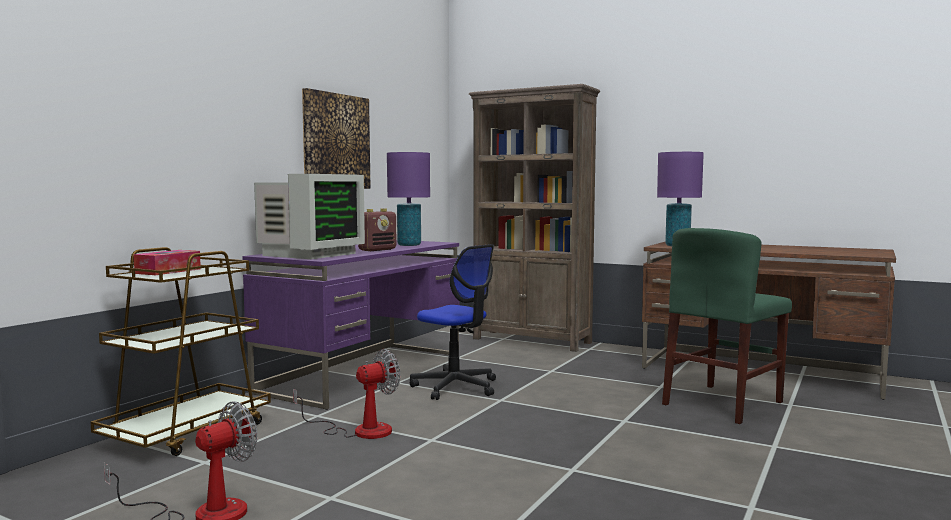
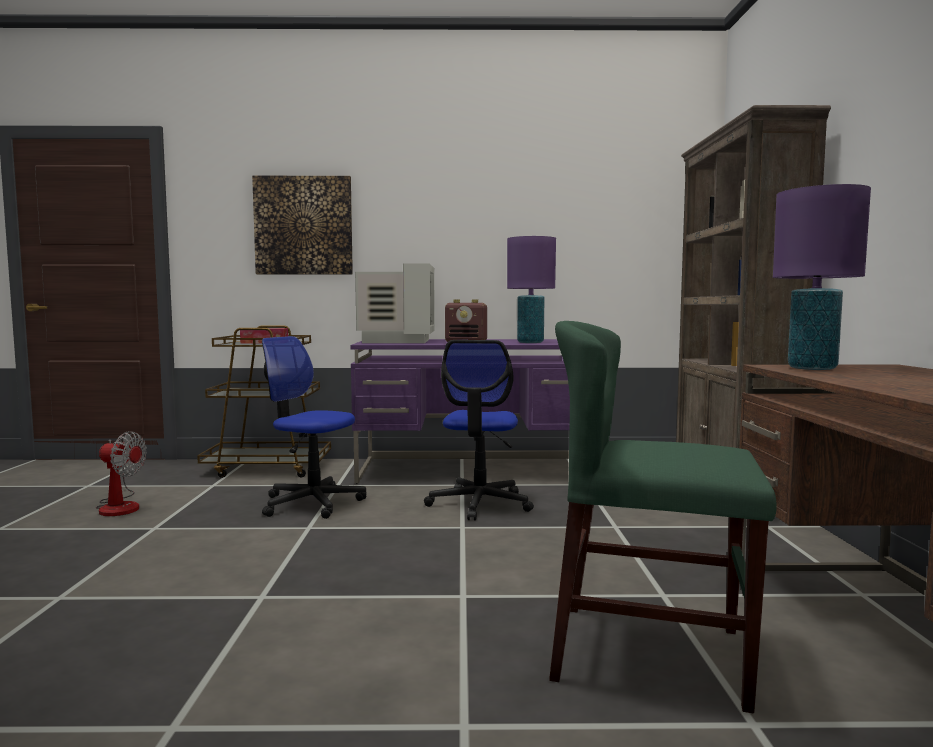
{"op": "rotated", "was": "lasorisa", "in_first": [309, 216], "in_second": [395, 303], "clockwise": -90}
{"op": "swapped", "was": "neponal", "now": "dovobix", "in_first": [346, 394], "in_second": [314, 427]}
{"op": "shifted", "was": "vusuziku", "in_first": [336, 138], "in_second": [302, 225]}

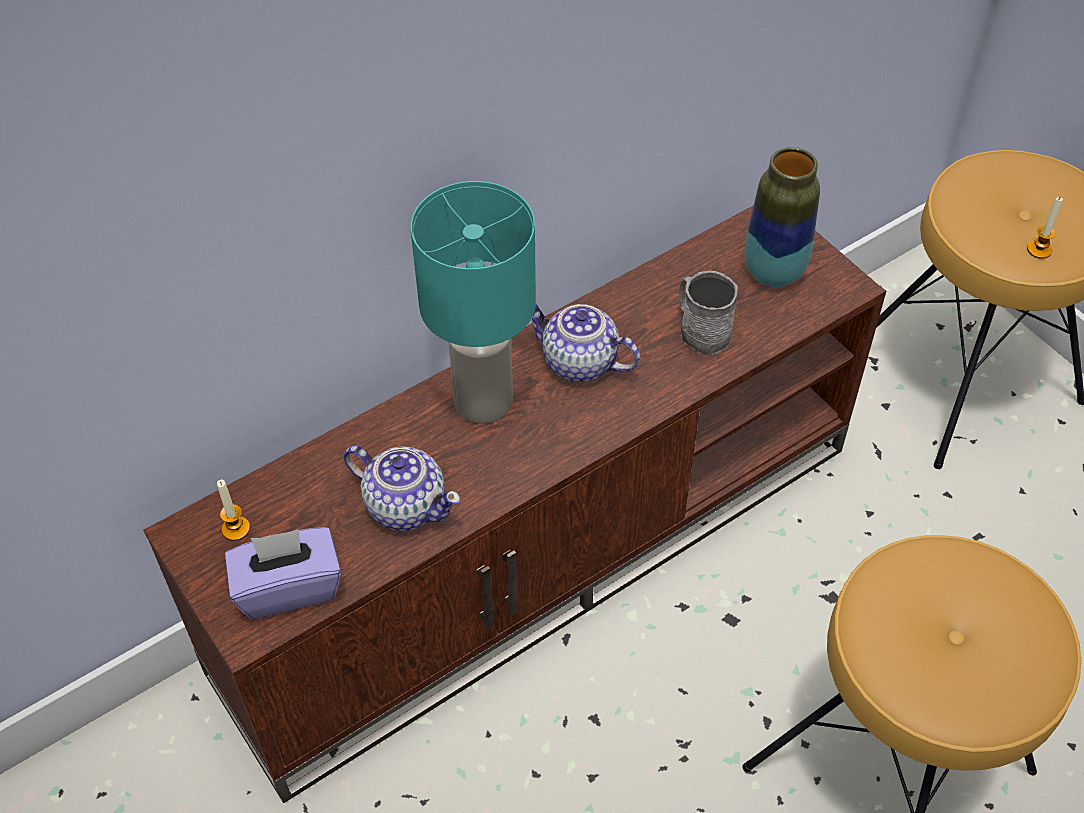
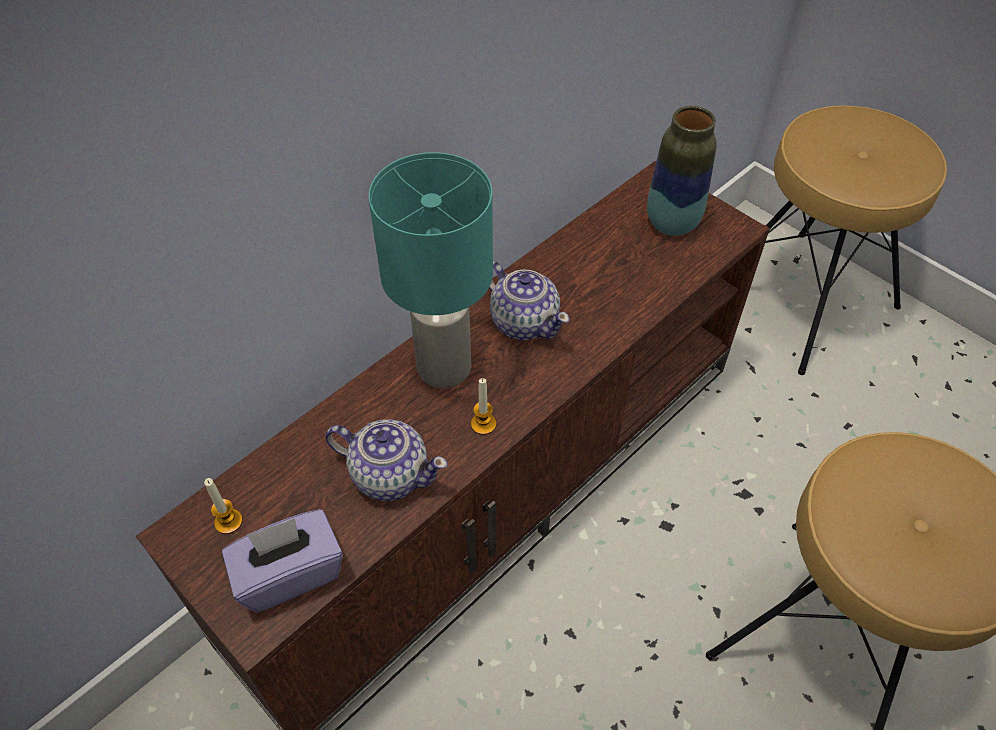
{"op": "rotated", "was": "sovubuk", "in_first": [586, 343], "in_second": [529, 300], "clockwise": -150}
{"op": "gone", "was": "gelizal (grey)", "in_first": [708, 313]}
{"op": "shifted", "was": "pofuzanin", "in_first": [1045, 228], "in_second": [483, 406]}

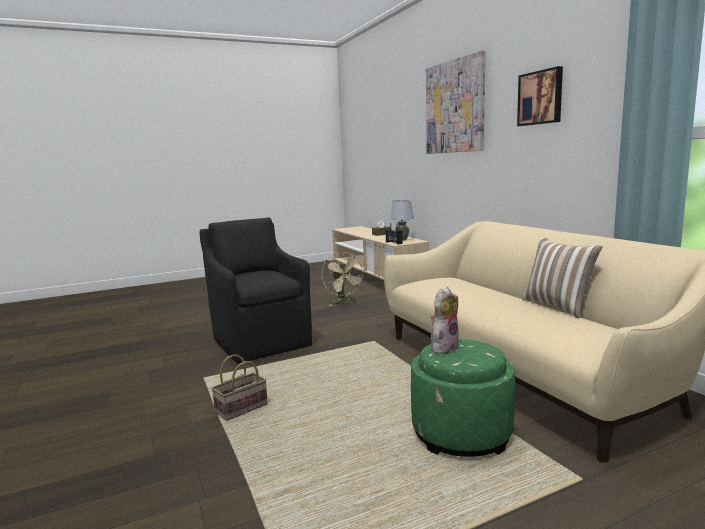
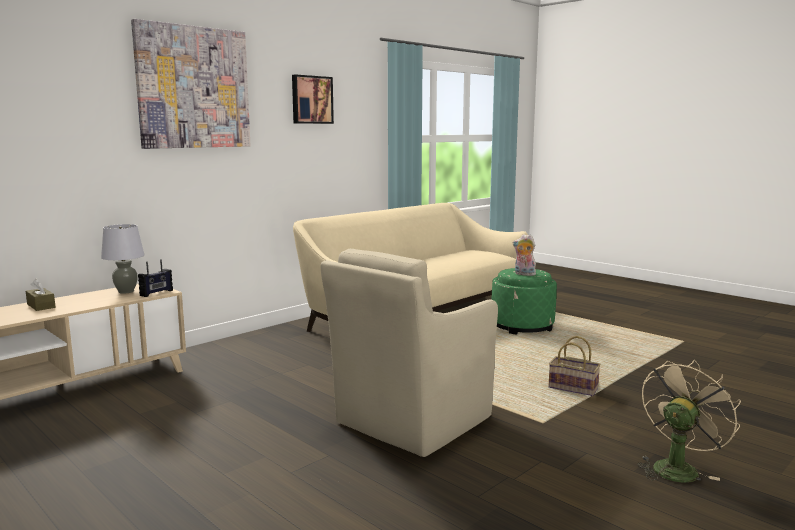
{"op": "repainted", "was": "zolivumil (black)", "now": "zolivumil (beige)", "in_first": [256, 290], "in_second": [409, 353]}
{"op": "shifted", "was": "neponal (beige)", "in_first": [343, 279], "in_second": [689, 421]}
{"op": "gone", "was": "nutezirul", "in_first": [563, 277]}

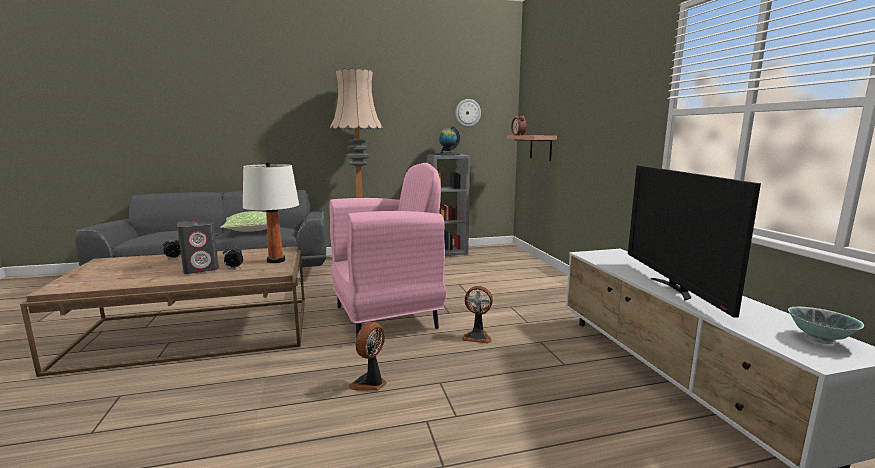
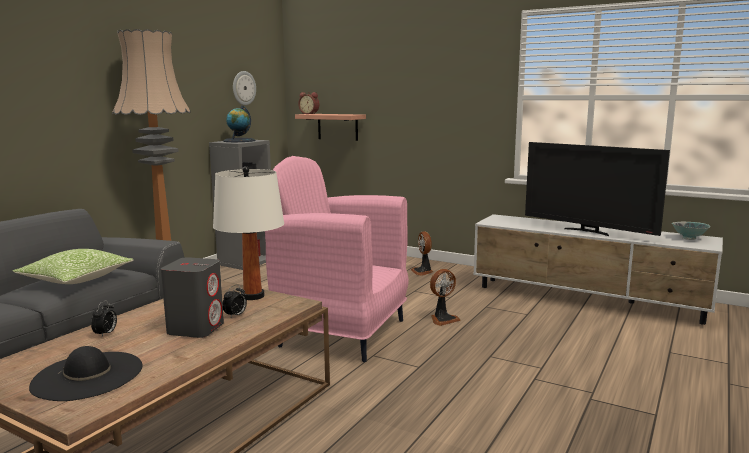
{"op": "rotated", "was": "zolivumil (pink)", "in_first": [387, 250], "in_second": [337, 259], "clockwise": -90}
{"op": "shifted", "was": "neponal", "in_first": [368, 356], "in_second": [422, 253]}
{"op": "new", "now": "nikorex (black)", "in_second": [86, 373]}

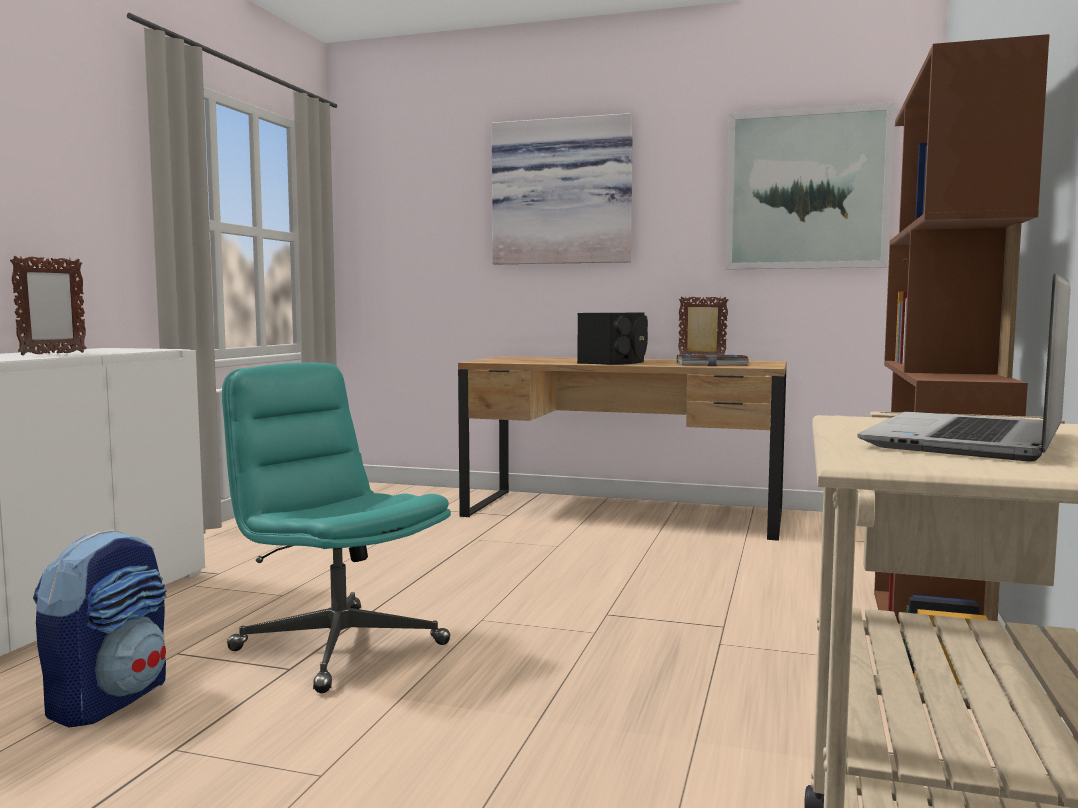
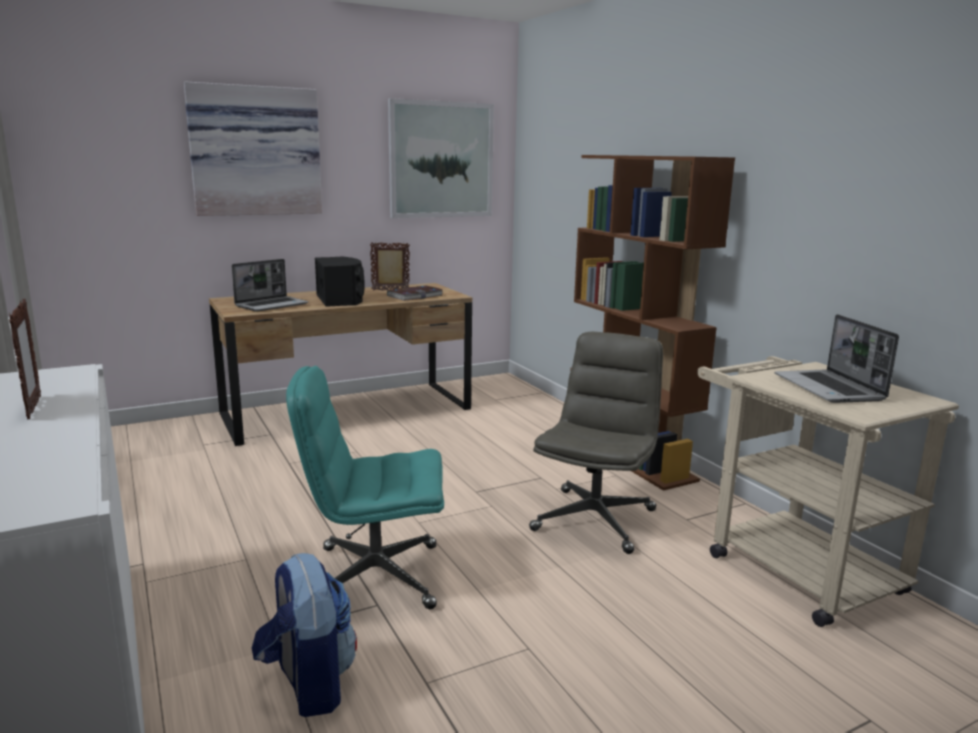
{"op": "new", "now": "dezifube", "in_second": [270, 285]}
{"op": "new", "now": "dovobix (grey)", "in_second": [596, 443]}

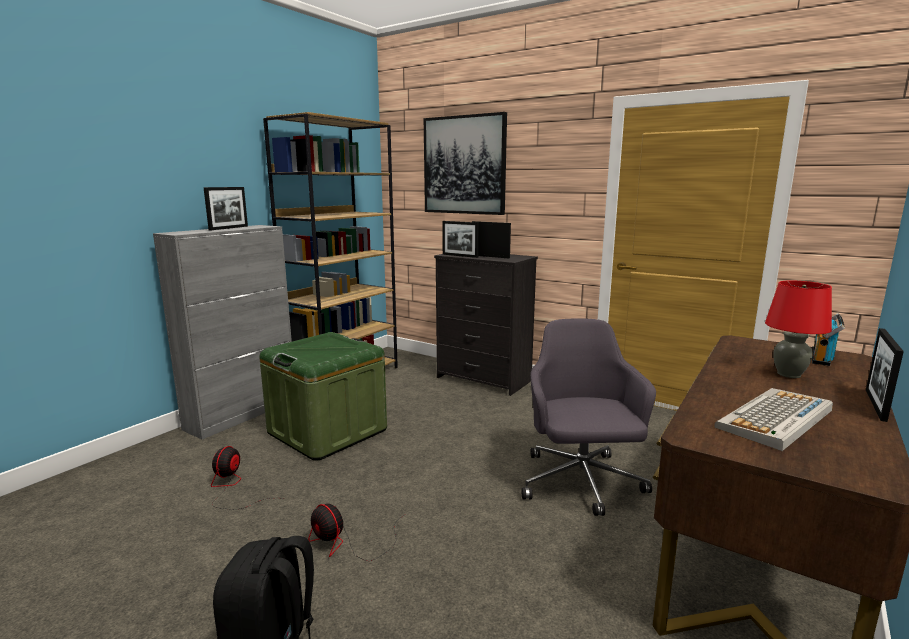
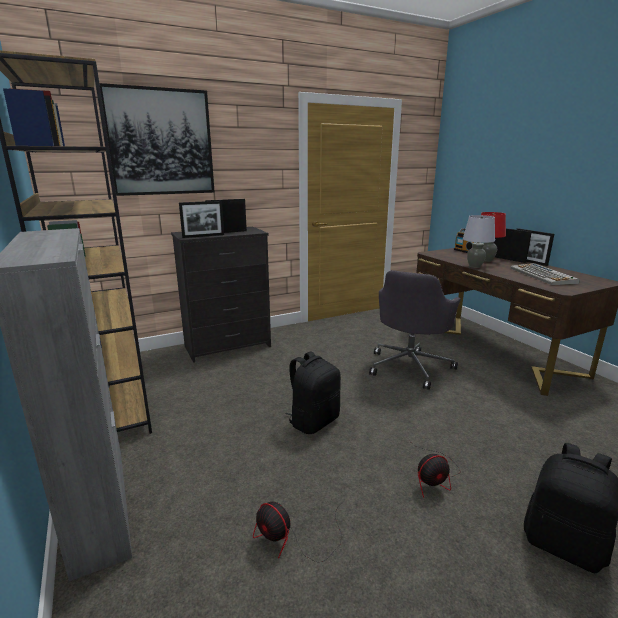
{"op": "shifted", "was": "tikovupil", "in_first": [226, 208], "in_second": [513, 245]}
{"op": "gone", "was": "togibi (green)", "in_first": [323, 396]}
{"op": "rotated", "was": "dovobix (grey)", "in_first": [589, 417], "in_second": [415, 330], "clockwise": -90}
{"op": "new", "now": "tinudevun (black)", "in_second": [313, 392]}
{"op": "new", "now": "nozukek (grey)", "in_second": [479, 241]}

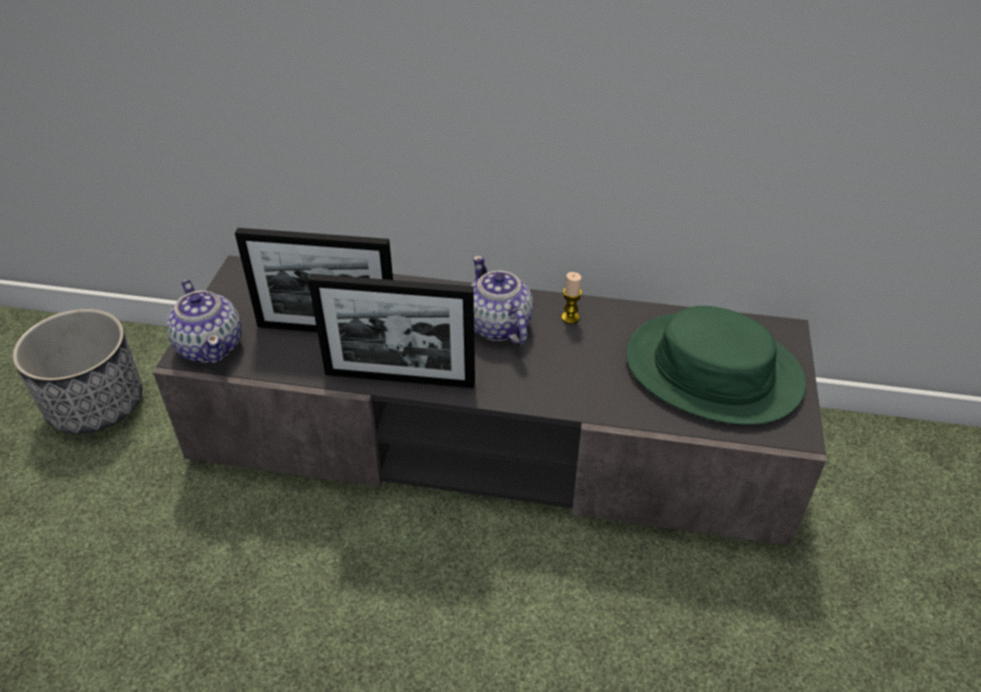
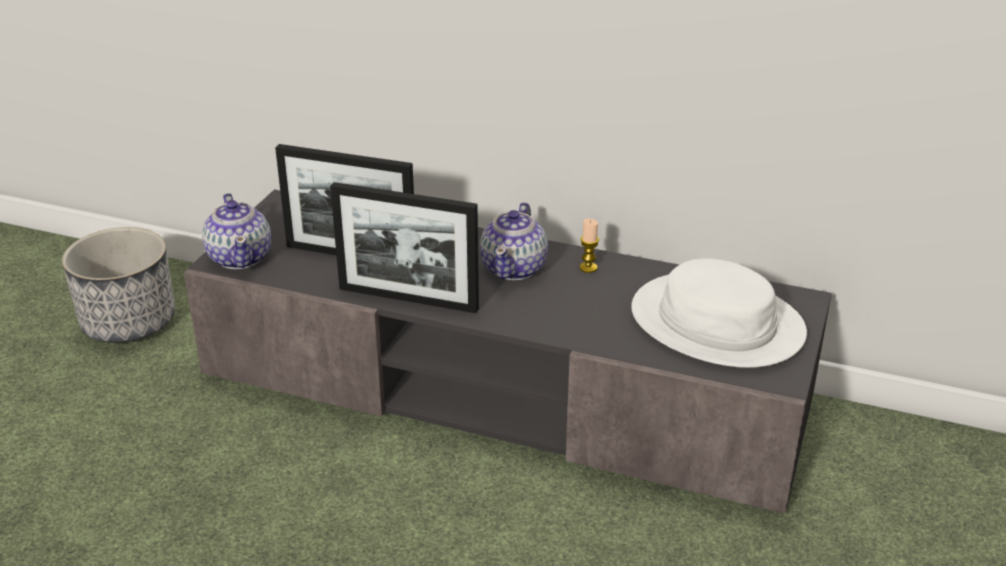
{"op": "rotated", "was": "sovubuk", "in_first": [502, 300], "in_second": [514, 241], "clockwise": -150}
{"op": "repainted", "was": "nikorex (green)", "now": "nikorex (white)", "in_first": [716, 365], "in_second": [719, 313]}

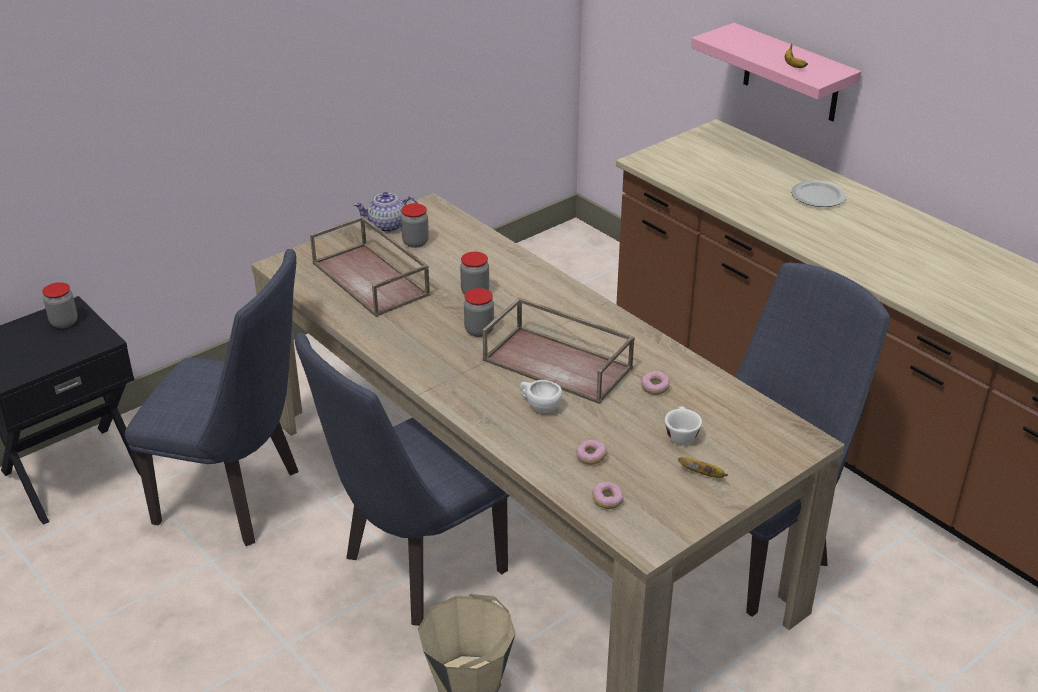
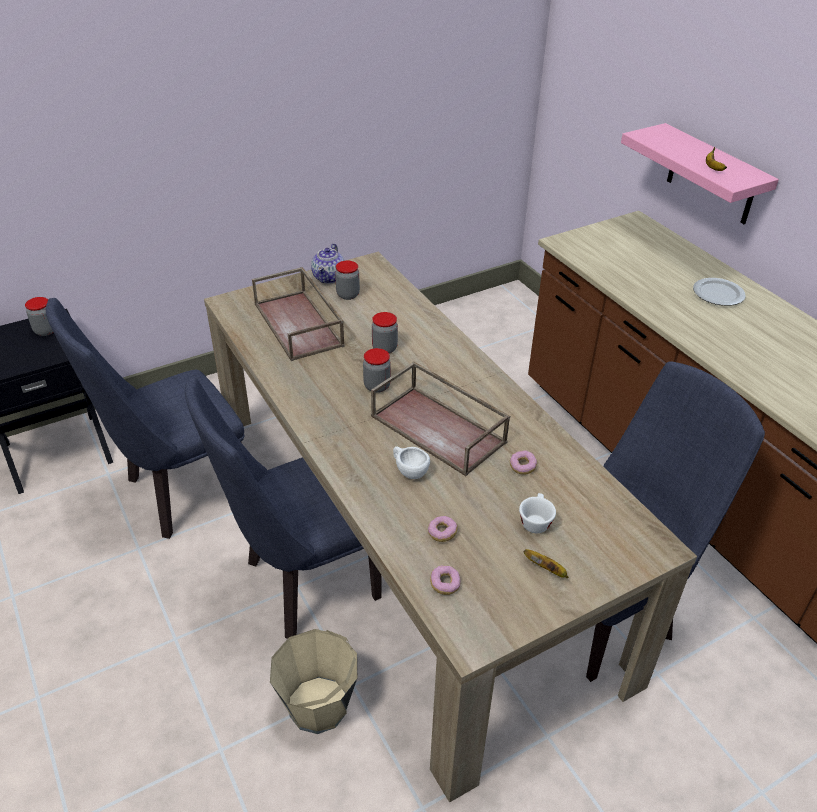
{"op": "rotated", "was": "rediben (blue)", "in_first": [212, 397], "in_second": [145, 418], "clockwise": 120}
{"op": "rotated", "was": "sovubuk", "in_first": [385, 212], "in_second": [327, 263], "clockwise": -75}

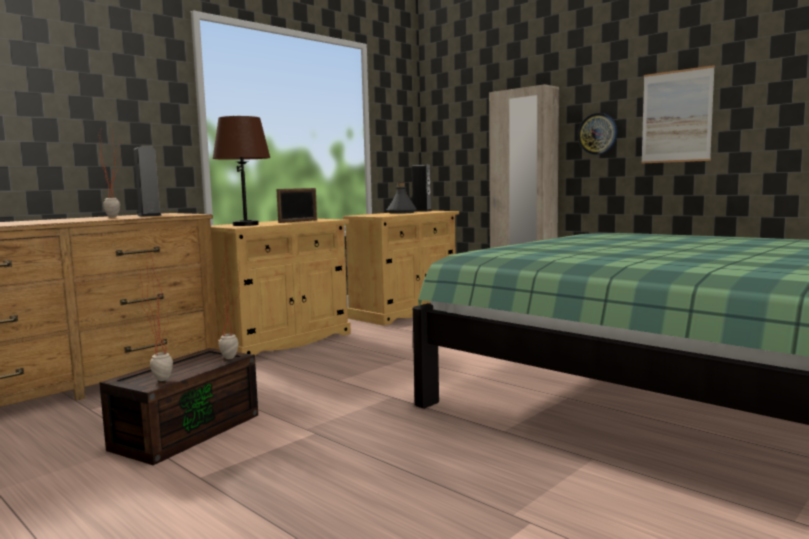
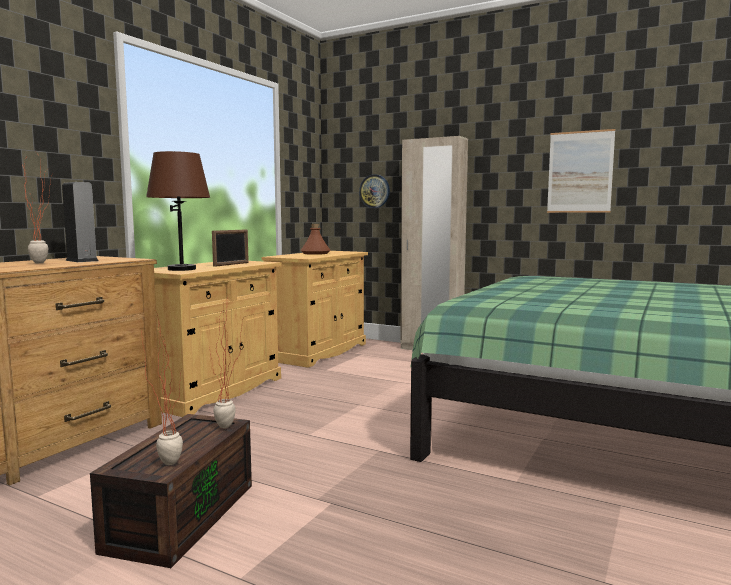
{"op": "repainted", "was": "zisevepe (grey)", "now": "zisevepe (brown)", "in_first": [402, 198], "in_second": [315, 239]}
{"op": "gone", "was": "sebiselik", "in_first": [422, 188]}
{"op": "shifted", "was": "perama", "in_first": [597, 134], "in_second": [374, 191]}

